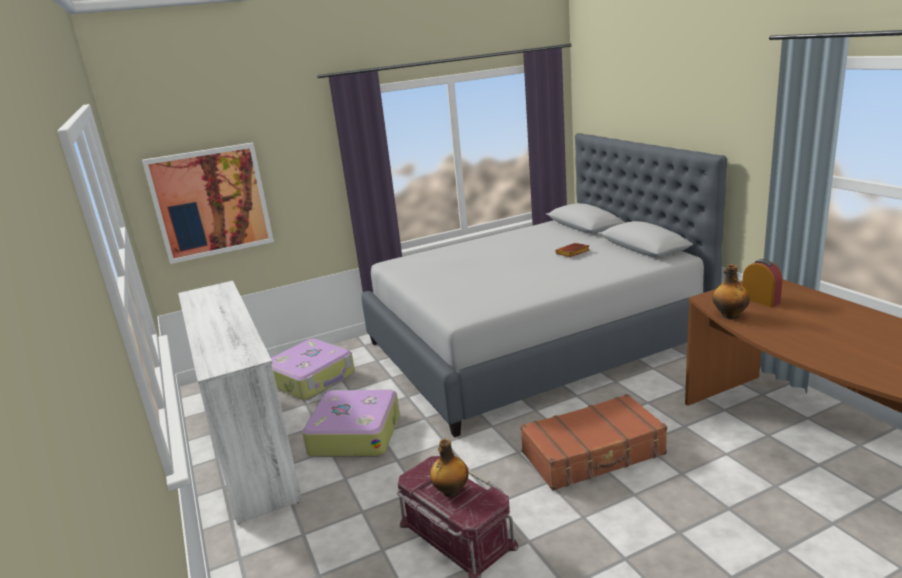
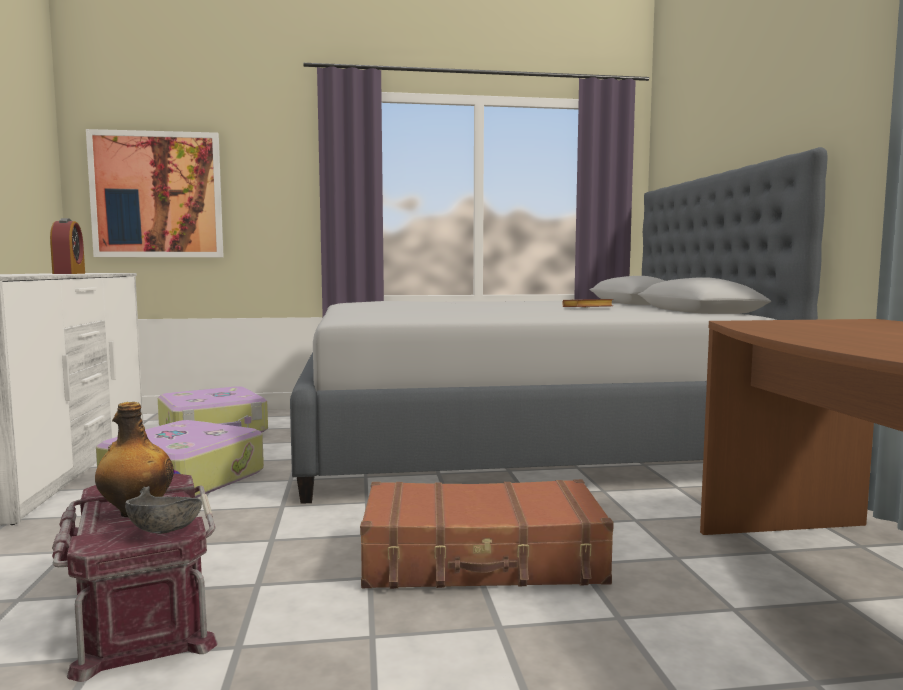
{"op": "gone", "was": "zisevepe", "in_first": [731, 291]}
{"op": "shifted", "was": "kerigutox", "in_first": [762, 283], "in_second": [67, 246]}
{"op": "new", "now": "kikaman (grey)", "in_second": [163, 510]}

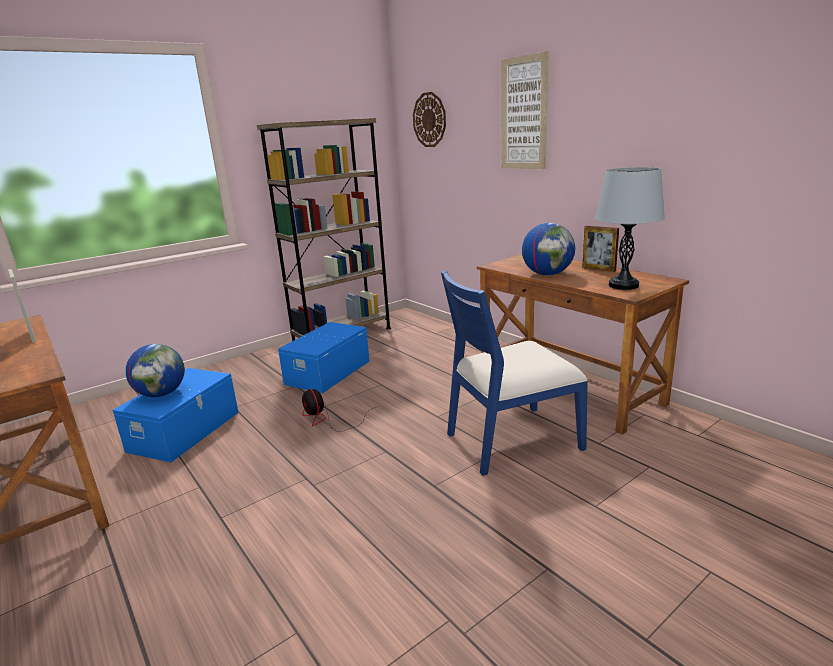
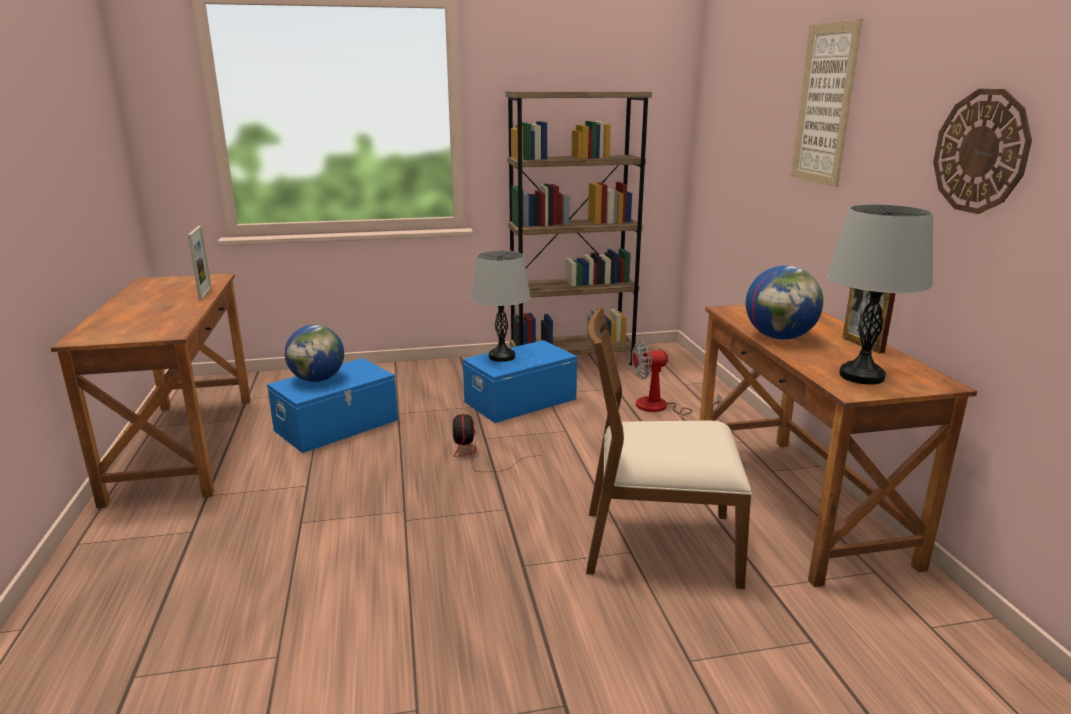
{"op": "shifted", "was": "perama", "in_first": [429, 119], "in_second": [982, 151]}
{"op": "repainted", "was": "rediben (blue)", "now": "rediben (brown)", "in_first": [514, 373], "in_second": [669, 447]}
{"op": "new", "now": "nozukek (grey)", "in_second": [501, 306]}
{"op": "new", "now": "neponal", "in_second": [677, 380]}

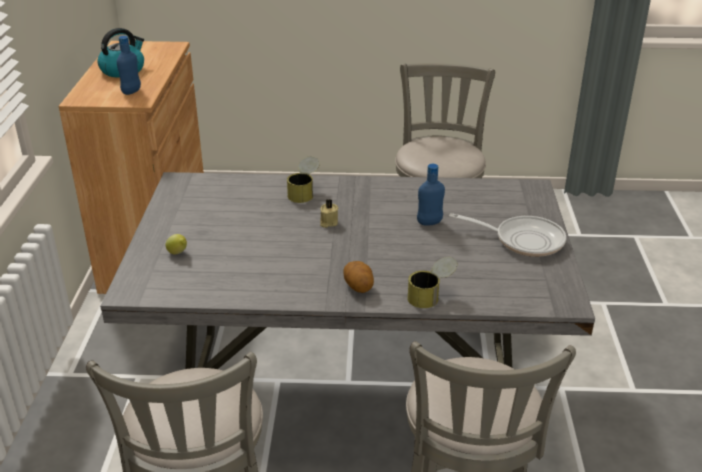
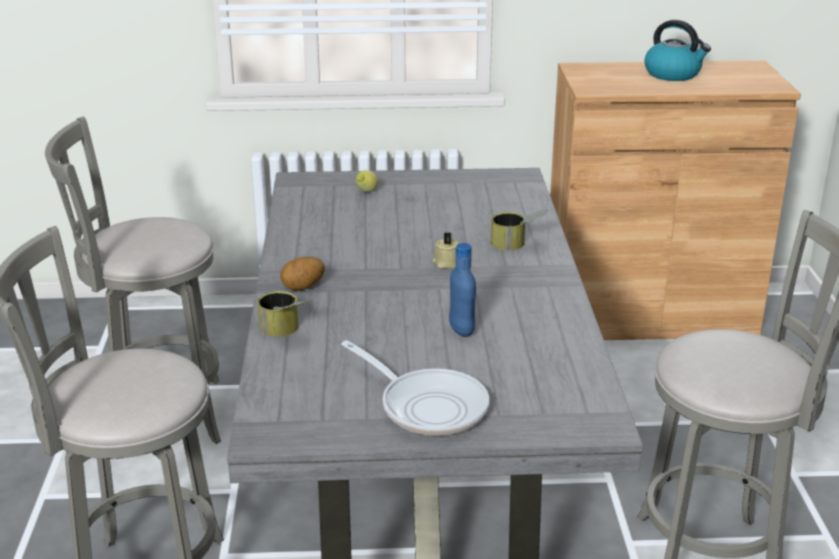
{"op": "gone", "was": "zisevepe (blue)", "in_first": [129, 65]}
{"op": "rotated", "was": "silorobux", "in_first": [507, 235], "in_second": [415, 388], "clockwise": -60}

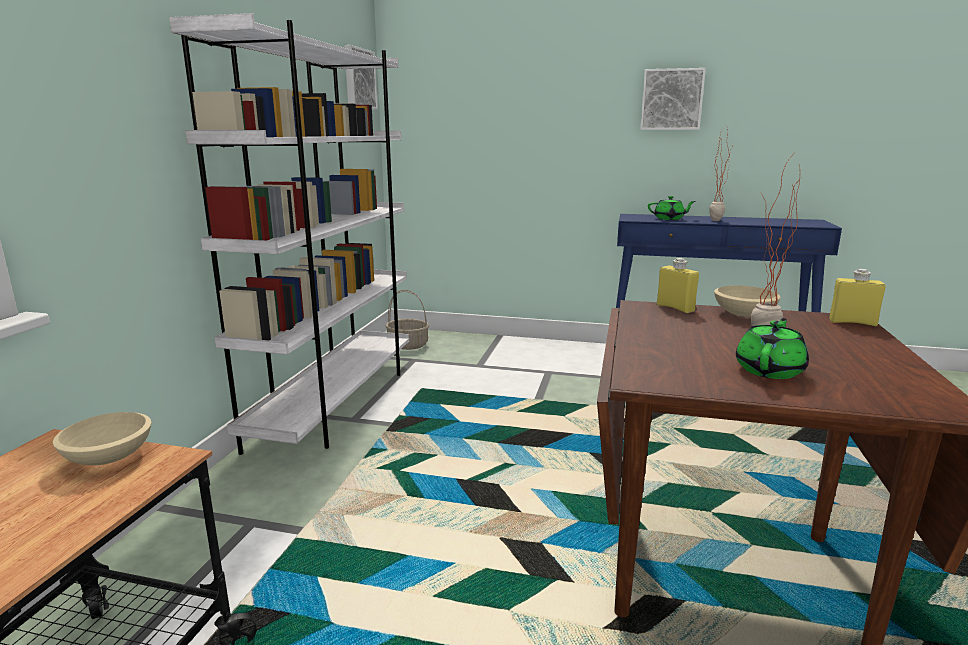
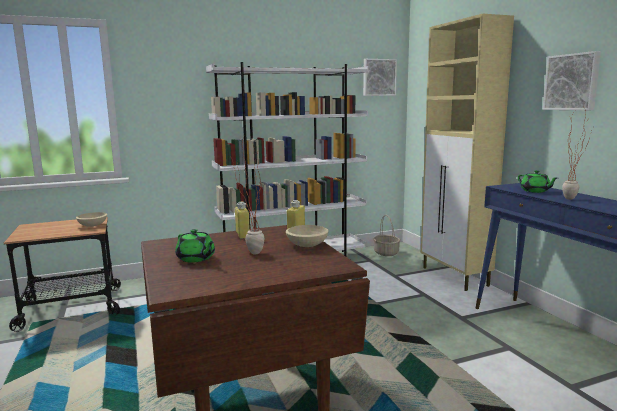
{"op": "rotated", "was": "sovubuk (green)", "in_first": [772, 348], "in_second": [195, 246], "clockwise": 45}
{"op": "shifted", "was": "zisevepe (yellow)", "in_first": [857, 297], "in_second": [242, 220]}
{"op": "new", "now": "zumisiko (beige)", "in_second": [467, 152]}

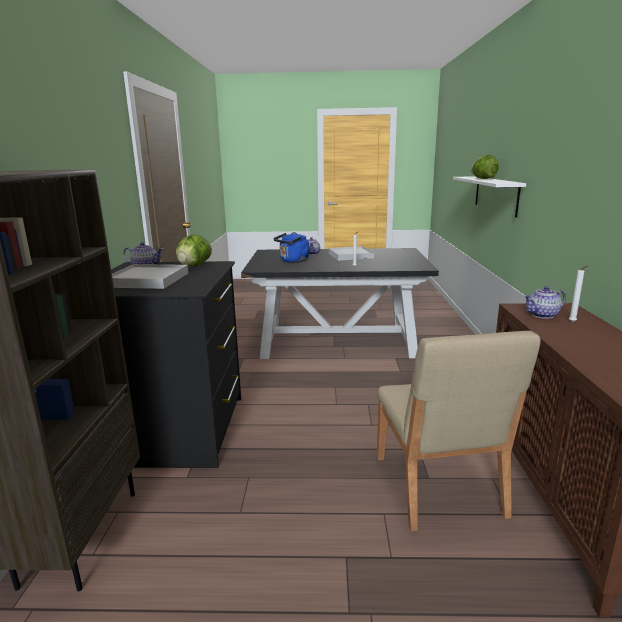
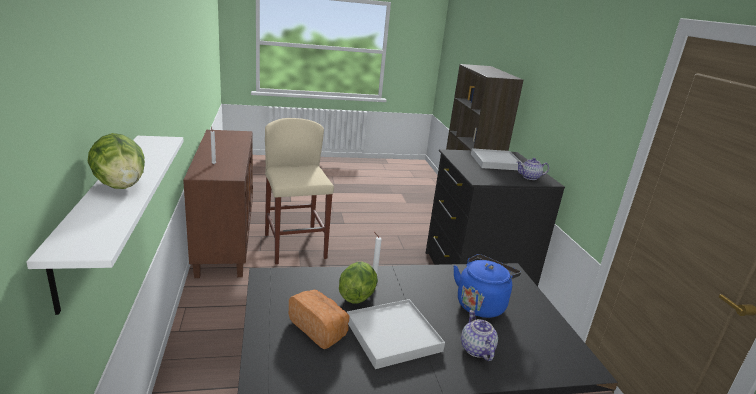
{"op": "shifted", "was": "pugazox", "in_first": [194, 250], "in_second": [358, 283]}
{"op": "swapped", "was": "rediben (beige)", "now": "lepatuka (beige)", "in_first": [459, 431], "in_second": [299, 191]}
{"op": "gone", "was": "sovubuk", "in_first": [545, 302]}
{"op": "new", "now": "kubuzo", "in_second": [319, 319]}

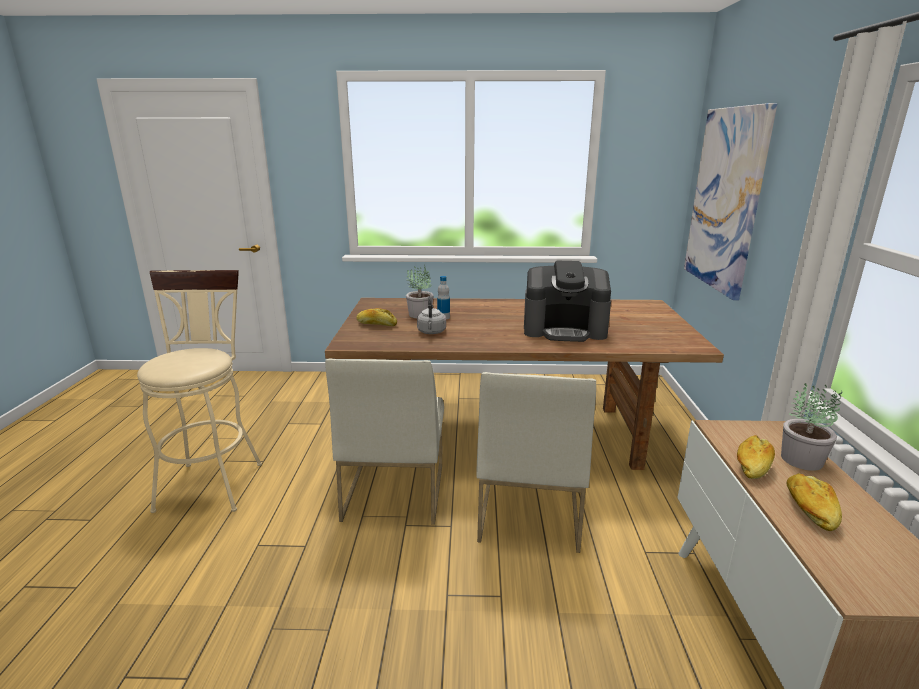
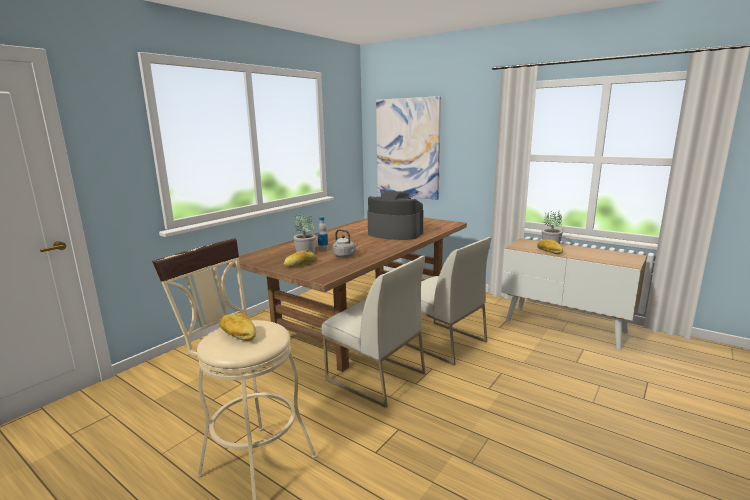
{"op": "rotated", "was": "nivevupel", "in_first": [567, 301], "in_second": [395, 215], "clockwise": -105}
{"op": "shifted", "was": "kubuzo", "in_first": [814, 502], "in_second": [237, 327]}

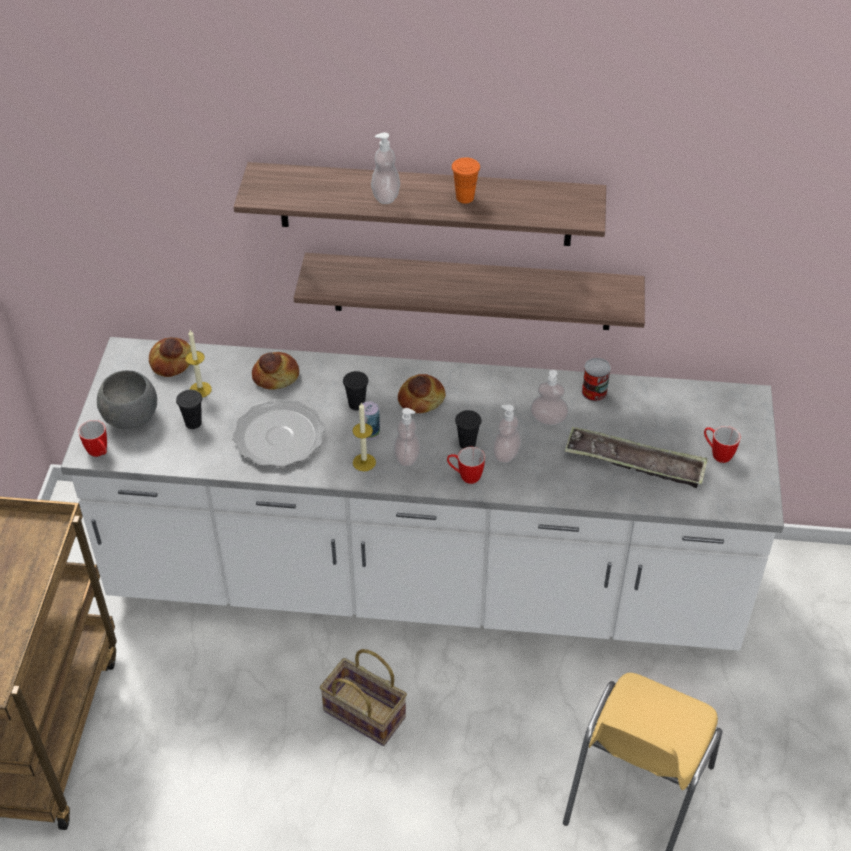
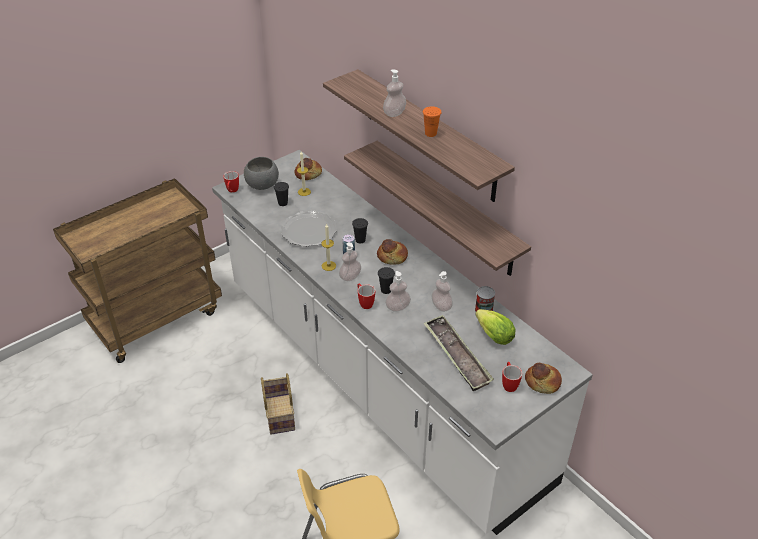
{"op": "shifted", "was": "kubuzo", "in_first": [275, 371], "in_second": [543, 378]}
{"op": "new", "now": "pugazox", "in_second": [495, 327]}

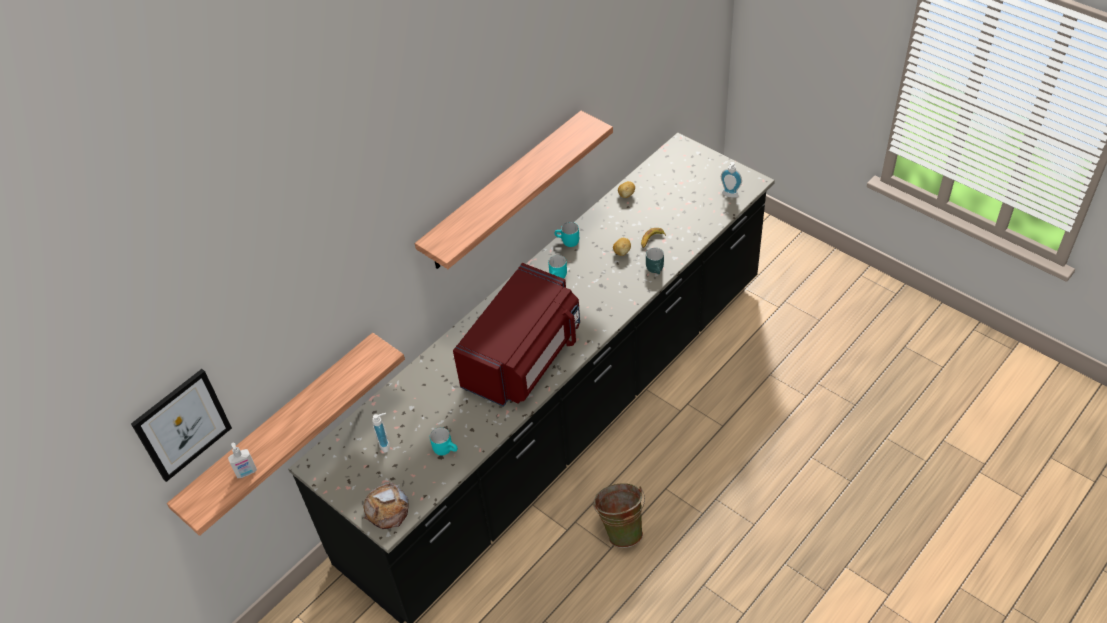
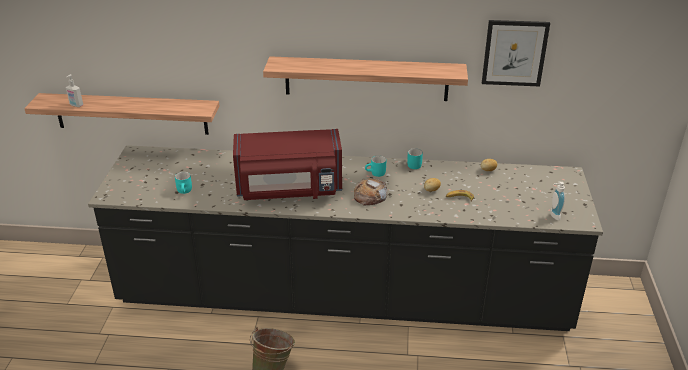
{"op": "shifted", "was": "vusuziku", "in_first": [181, 425], "in_second": [516, 53]}
{"op": "shifted", "was": "kubuzo", "in_first": [385, 505], "in_second": [370, 192]}
{"op": "gone", "was": "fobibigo", "in_first": [381, 432]}
{"op": "gone", "was": "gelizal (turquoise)", "in_first": [655, 261]}

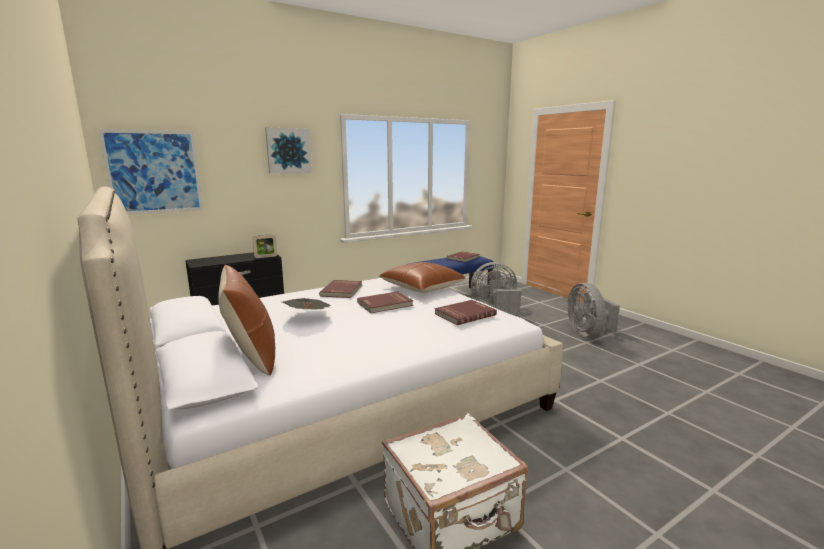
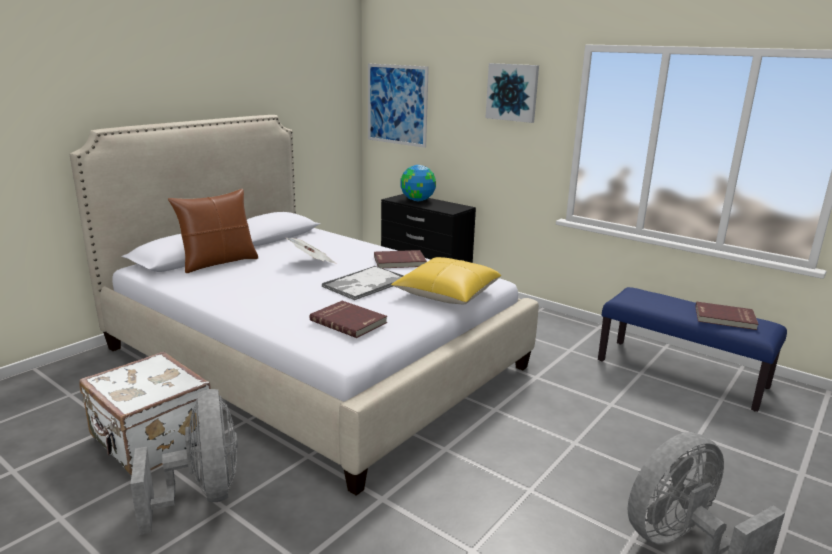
{"op": "gone", "was": "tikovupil", "in_first": [265, 246]}
{"op": "swapped", "was": "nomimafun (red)", "now": "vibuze", "in_first": [385, 302], "in_second": [363, 283]}
{"op": "repainted", "was": "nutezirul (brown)", "now": "nutezirul (yellow)", "in_first": [423, 277], "in_second": [446, 280]}
{"op": "shifted", "was": "neponal (grey)", "in_first": [496, 288], "in_second": [184, 462]}
{"op": "new", "now": "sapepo", "in_second": [418, 183]}

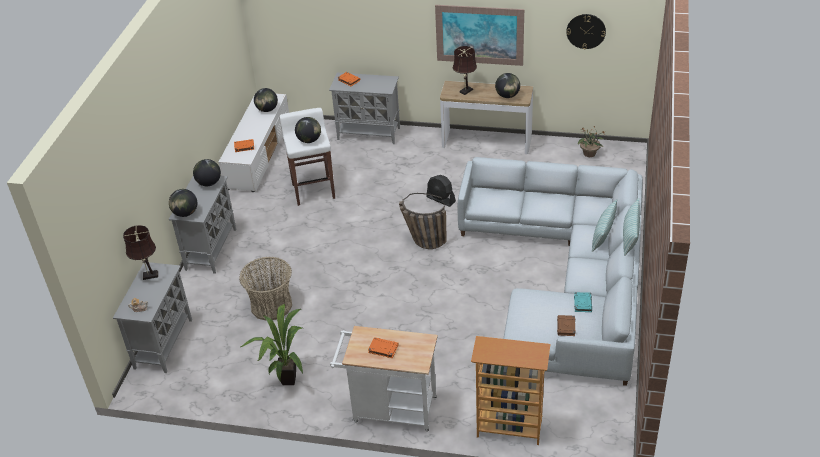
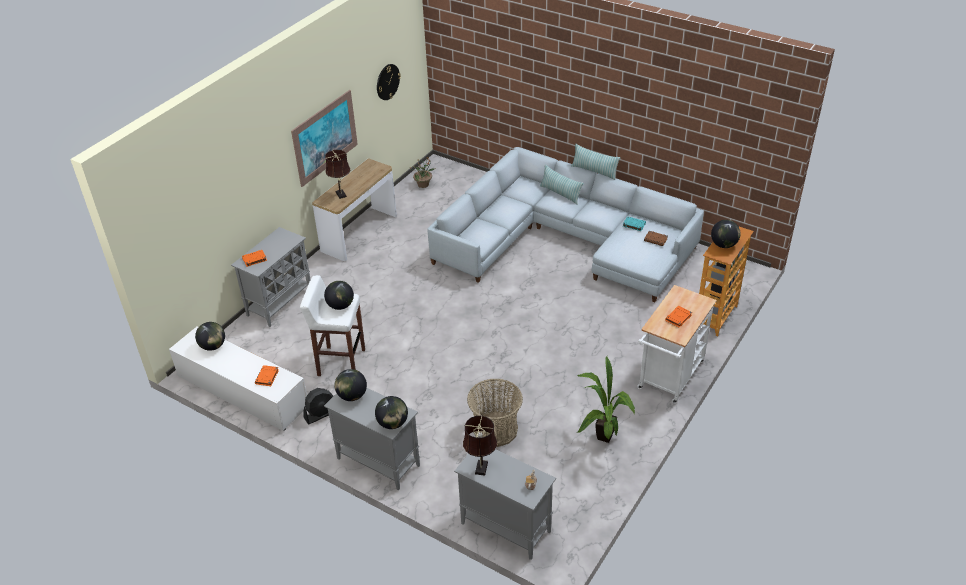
{"op": "gone", "was": "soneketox", "in_first": [423, 221]}
{"op": "shifted", "was": "neponal (black)", "in_first": [441, 191], "in_second": [318, 406]}
{"op": "shifted", "was": "sapepo", "in_first": [507, 85], "in_second": [726, 234]}

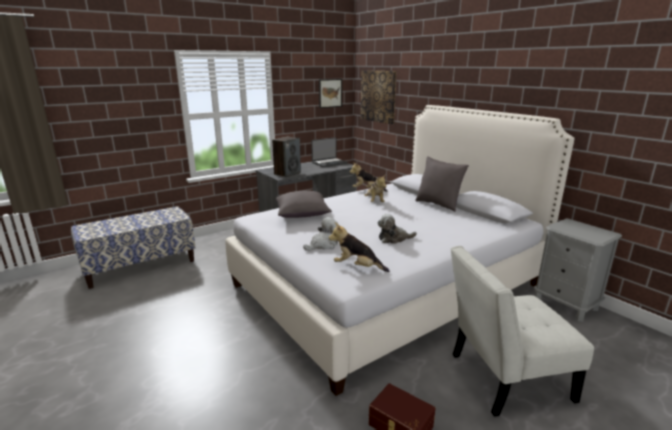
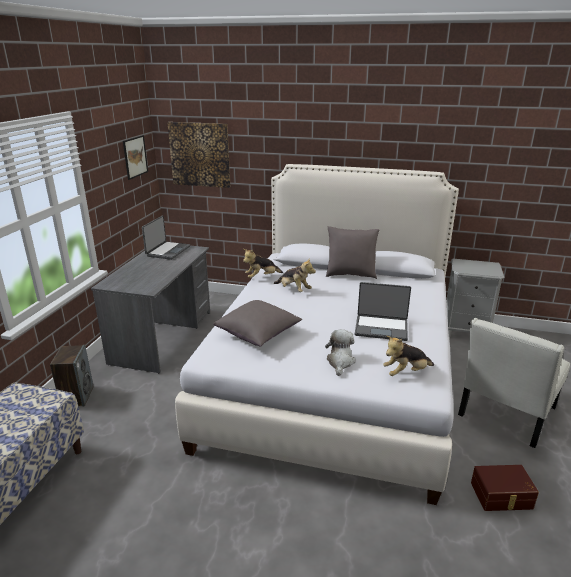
{"op": "shifted", "was": "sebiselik", "in_first": [286, 157], "in_second": [72, 376]}
{"op": "swapped", "was": "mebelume", "now": "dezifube", "in_first": [397, 229], "in_second": [383, 311]}

